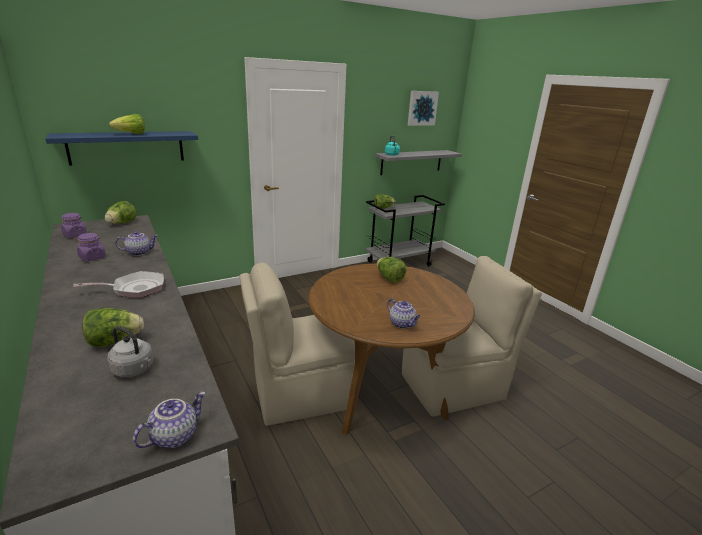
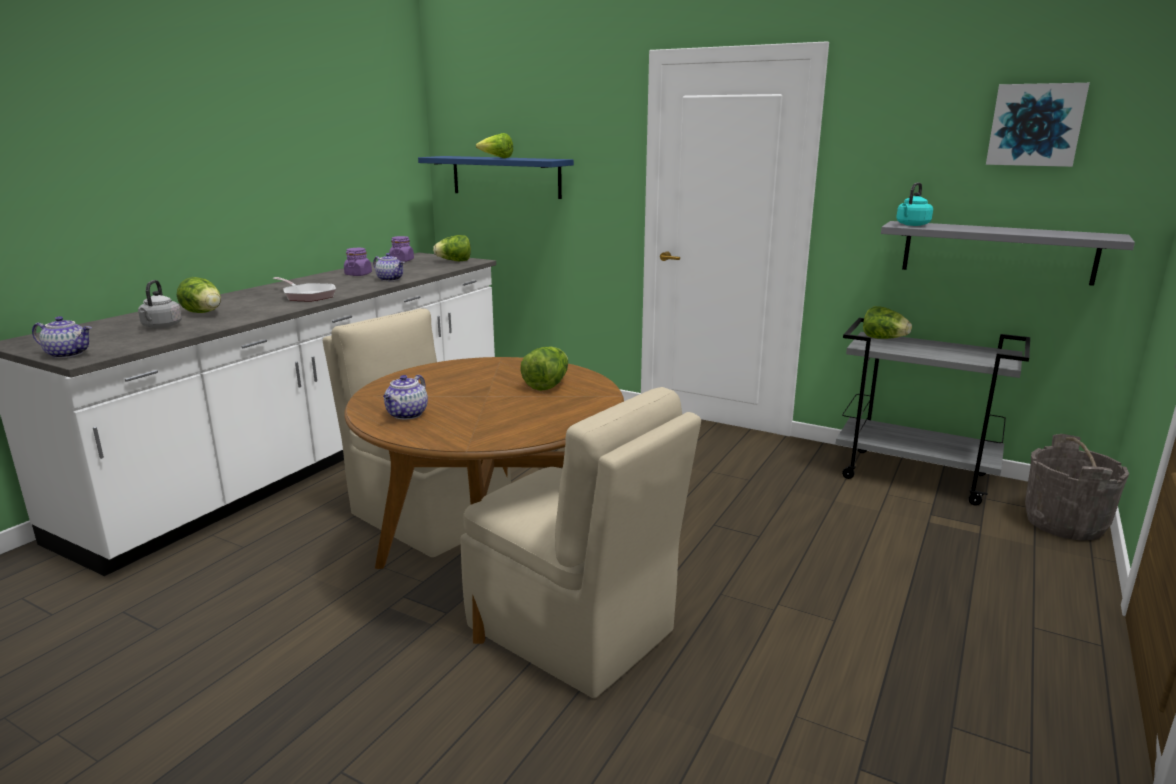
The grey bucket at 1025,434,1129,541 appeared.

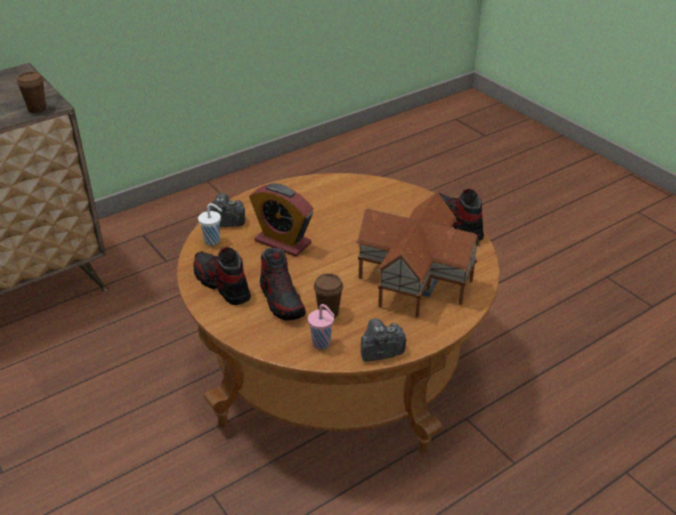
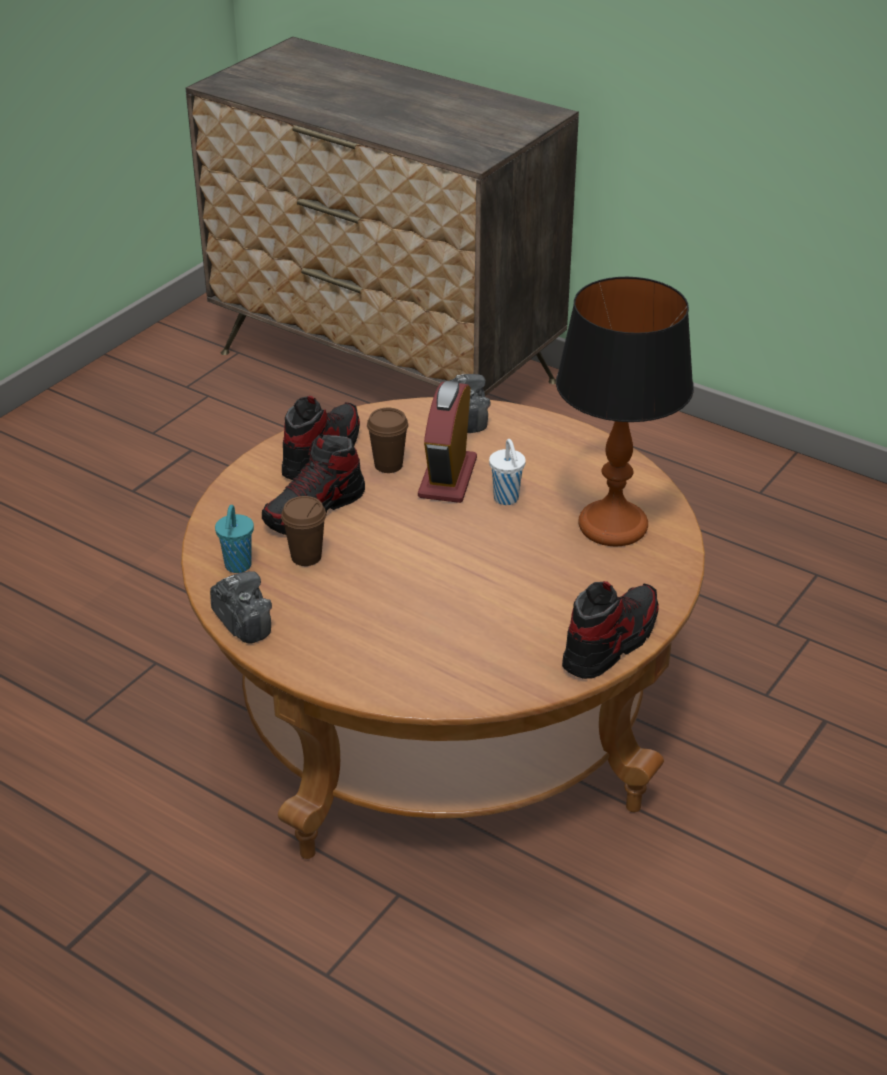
The brown cup moved from 17,71,46,113 to 367,408,408,473. The white cup moved from 198,203,222,246 to 489,439,526,505. The pink cup at 308,304,335,349 became the turquoise cup at 215,505,254,573. The toy house at 356,192,481,318 disappeared. The table lamp at 556,277,694,547 appeared.

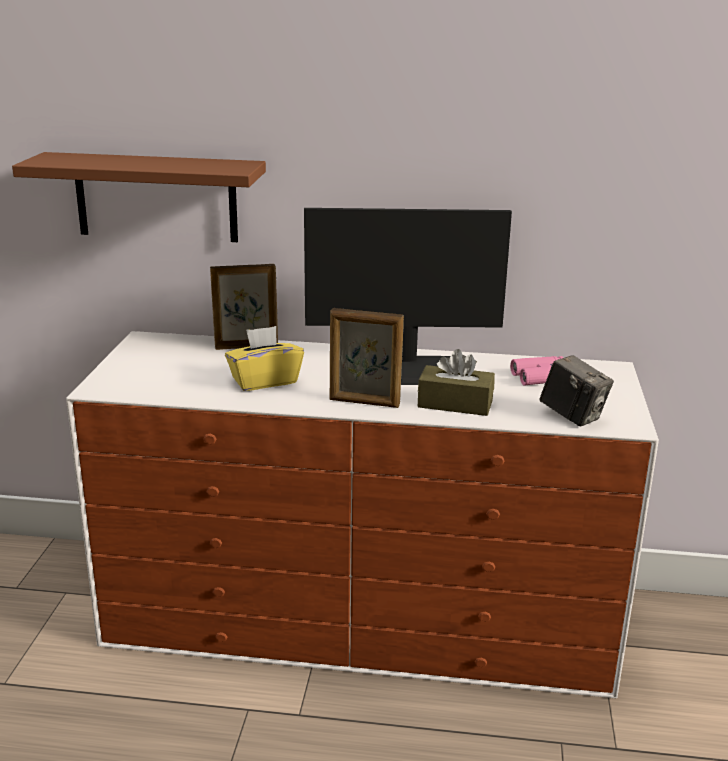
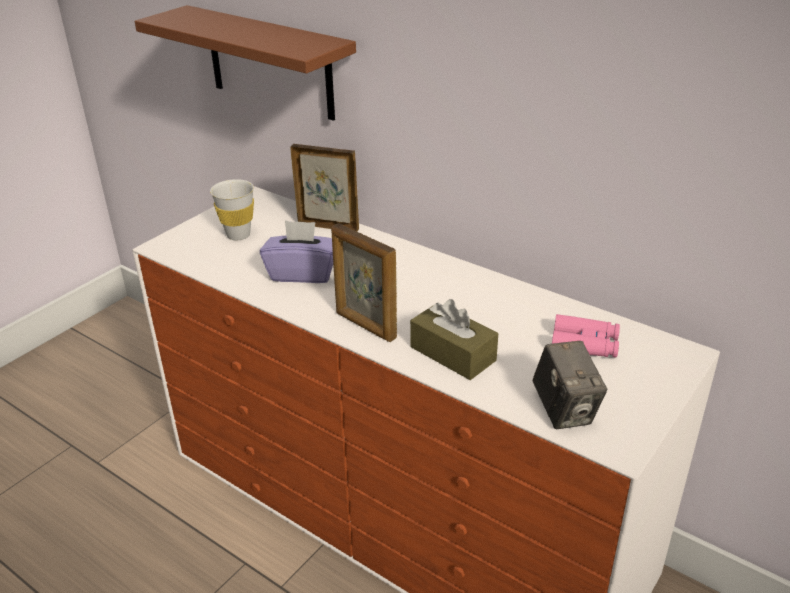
The yellow tissue box at 225,326,304,391 became the purple tissue box at 260,220,333,283. The monitor at 304,208,512,385 disappeared. The white cup at 210,179,254,240 appeared.

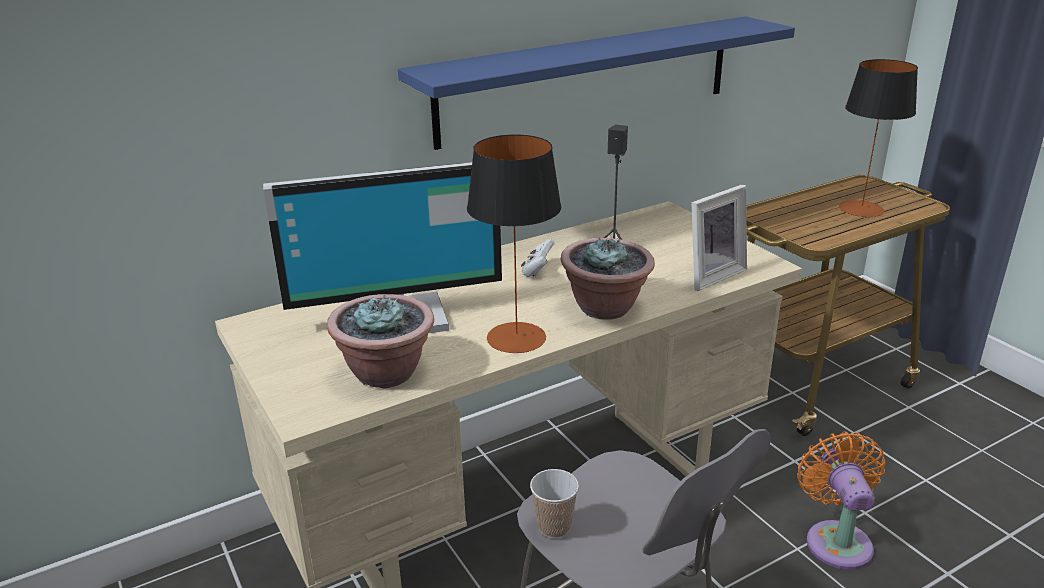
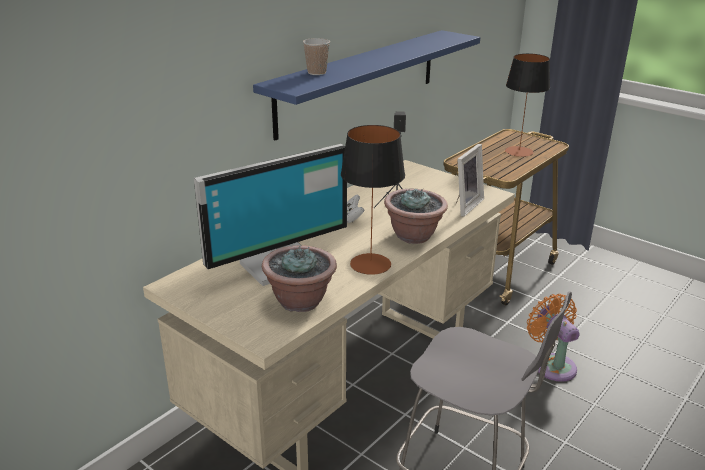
The cup moved from 530,469,579,538 to 303,38,330,75.

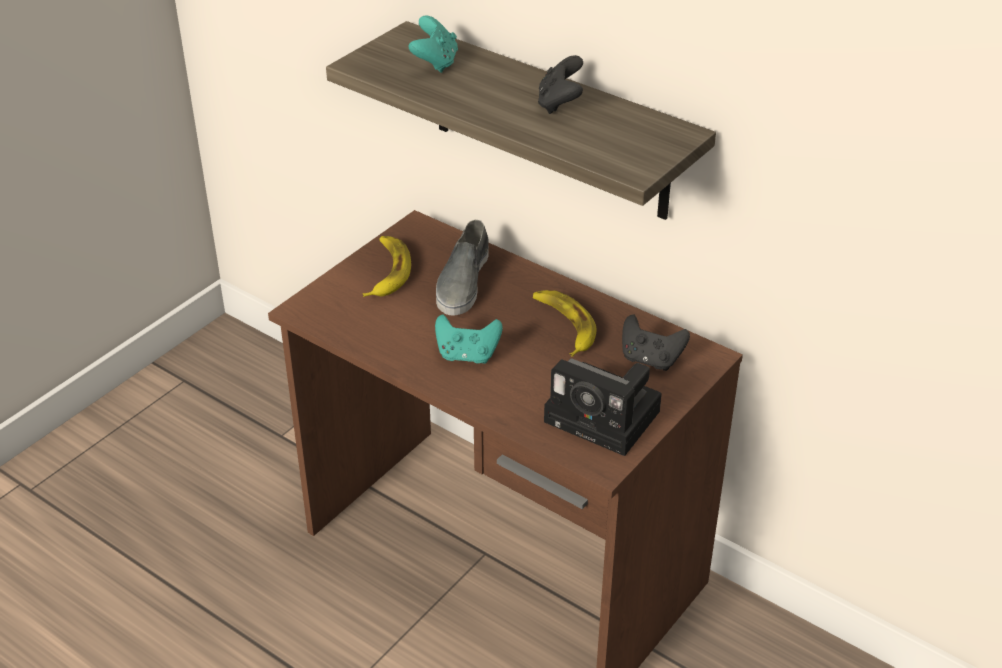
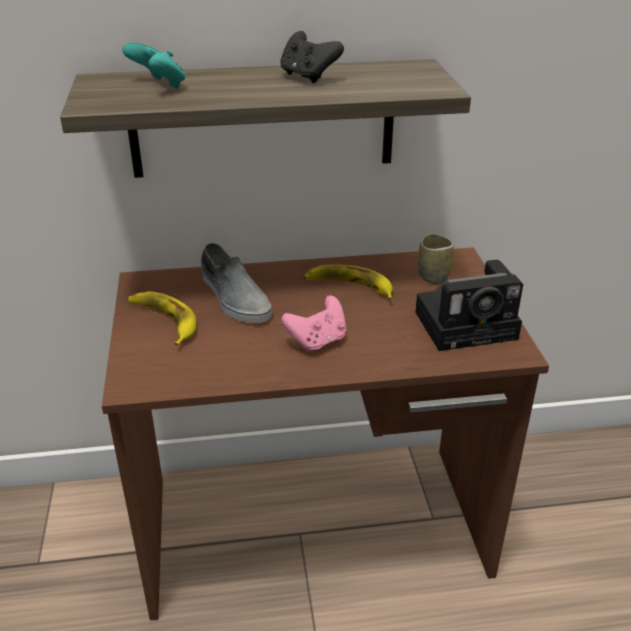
The turquoise game controller at 435,314,503,364 became the pink game controller at 282,296,346,353. The black game controller at 622,314,690,371 was replaced by the cup at 418,233,454,285.

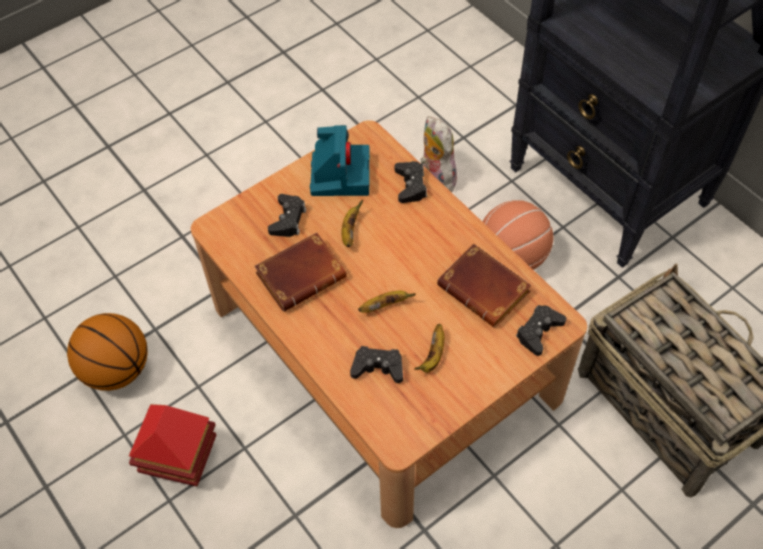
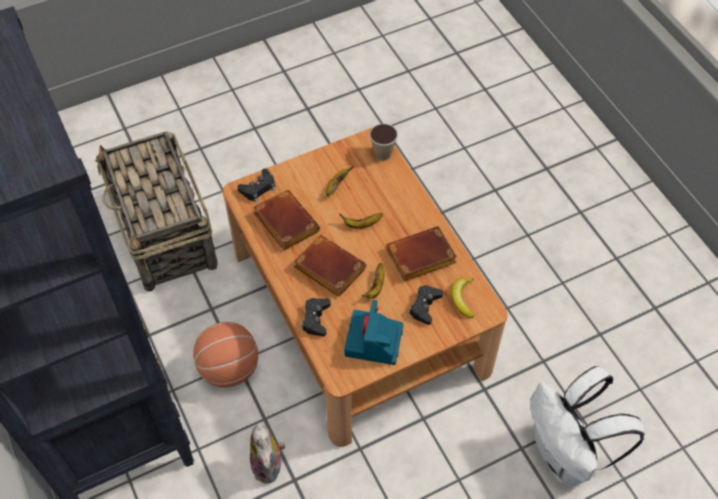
The basketball at 67,313,148,391 disappeared. The toy house at 129,404,216,486 disappeared. The black game controller at 350,346,403,383 disappeared. The brown book at 294,235,366,297 appeared. The cup at 369,124,398,160 appeared. The banana at 451,278,474,318 appeared. The white backpack at 530,366,645,485 appeared.

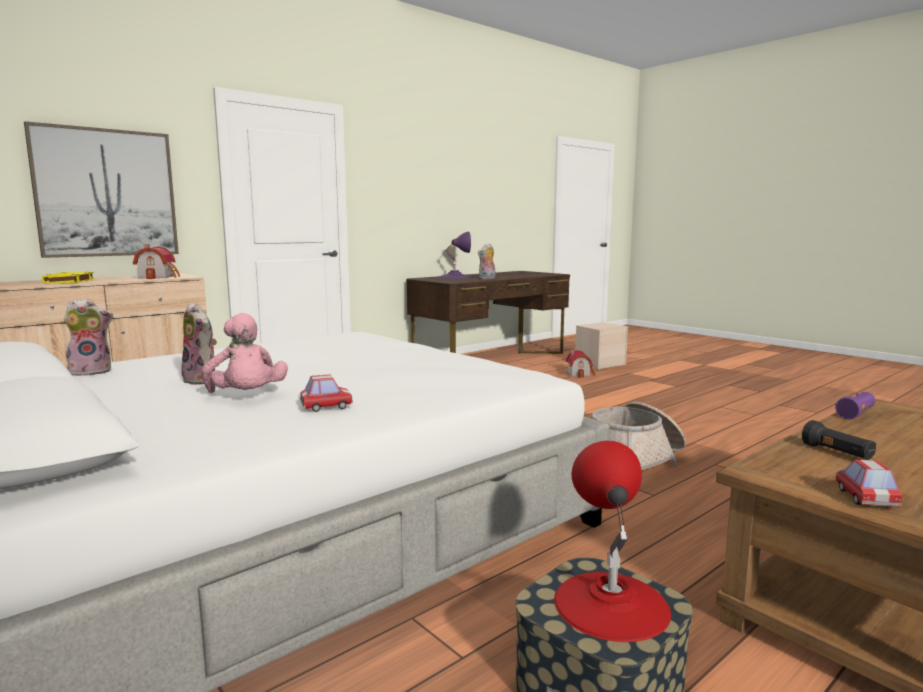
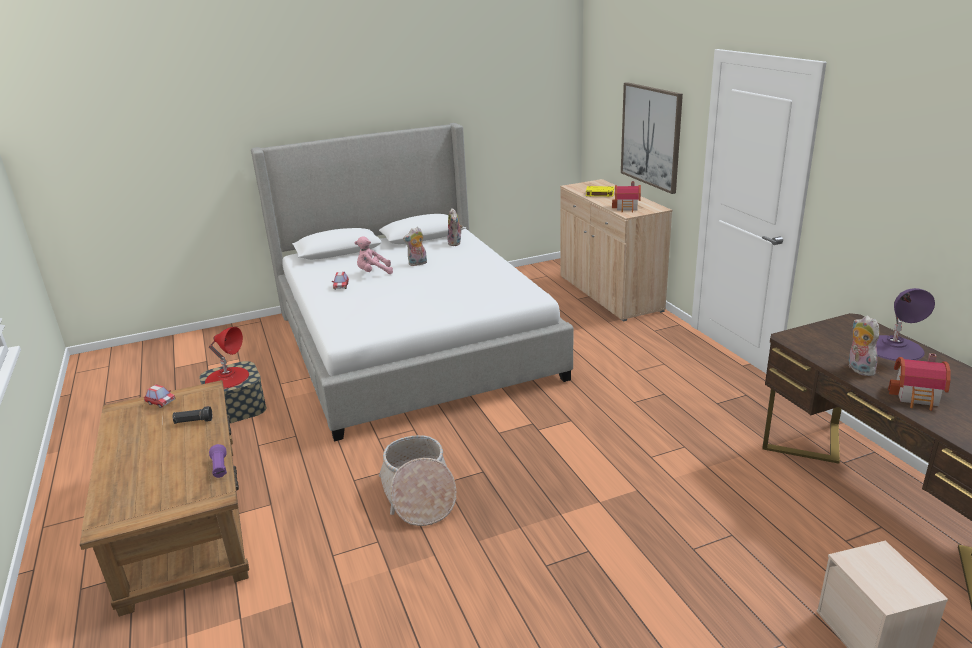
The toy house moved from 566,349,595,378 to 888,353,951,411.

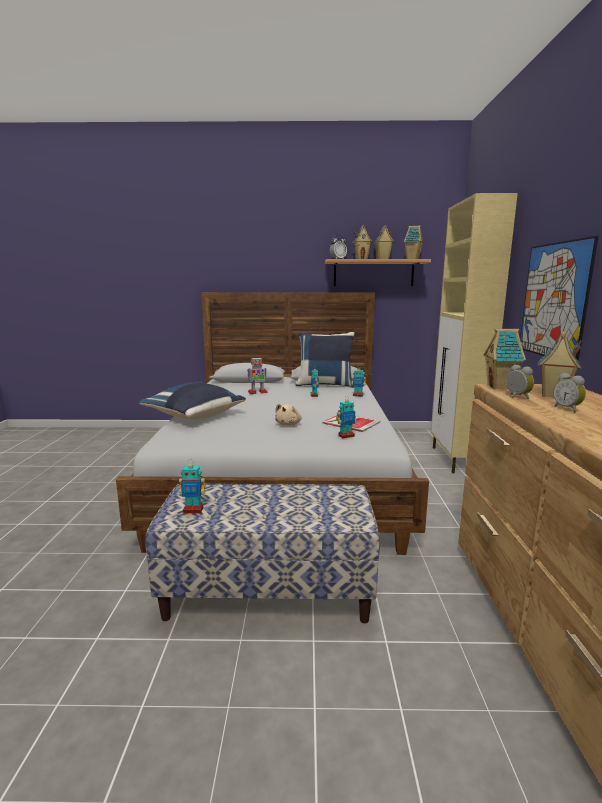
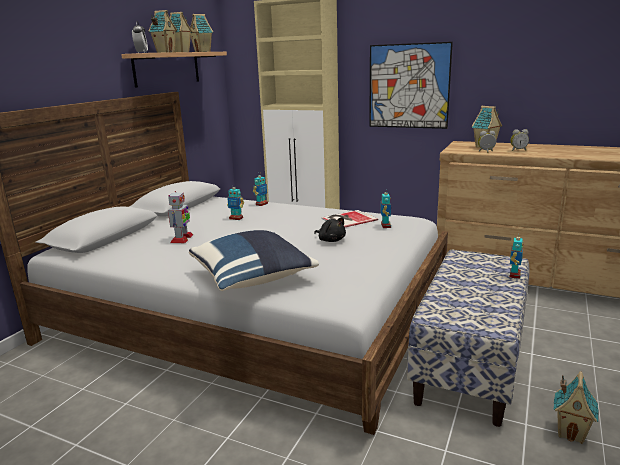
The toy robot moved from 179,459,206,513 to 510,235,524,279. The beige plush toy at 275,404,302,426 became the black plush toy at 314,217,346,242. The blue pillow at 295,332,355,388 disappeared. The toy house moved from 483,329,526,389 to 553,372,598,444.

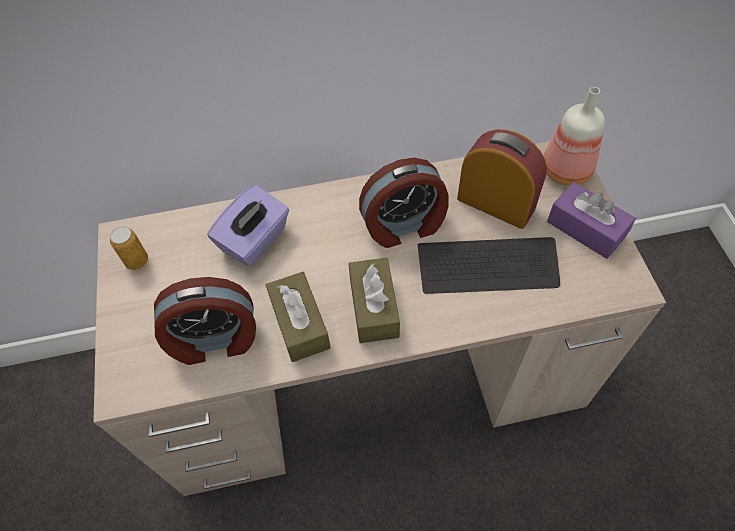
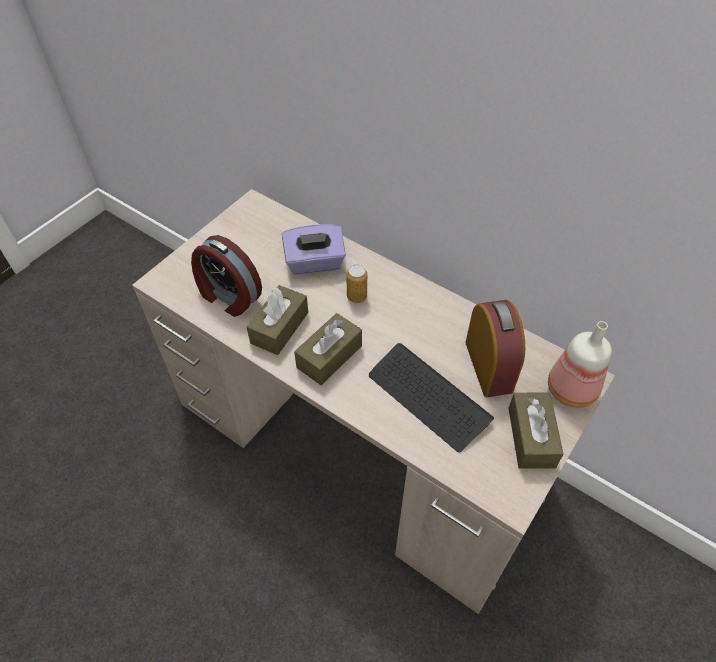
The can moved from 110,227,148,270 to 346,265,367,303. The alarm clock at 359,158,449,248 disappeared. The purple tissue box at 547,182,636,259 became the brown tissue box at 509,393,563,469.

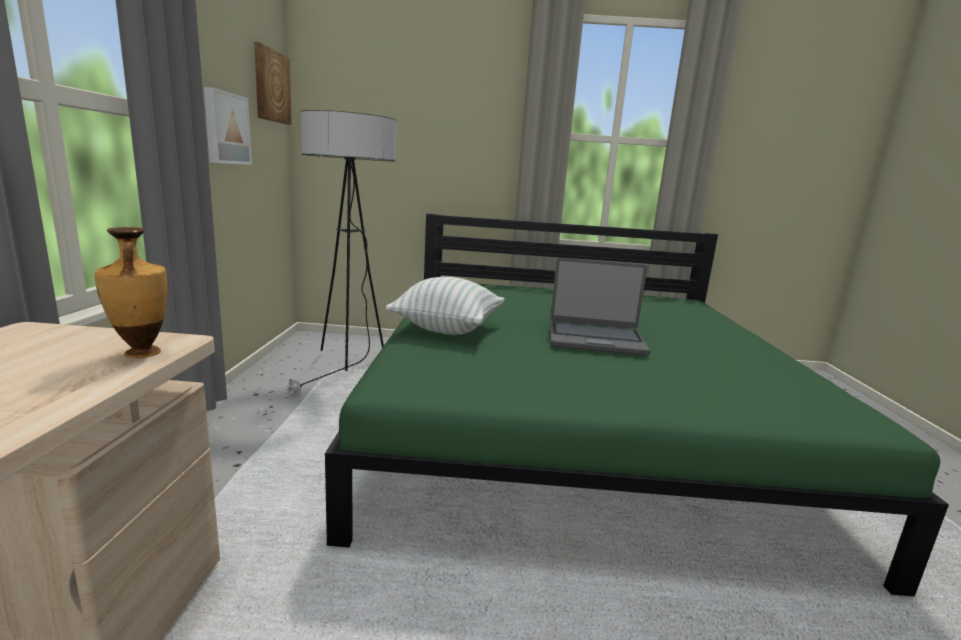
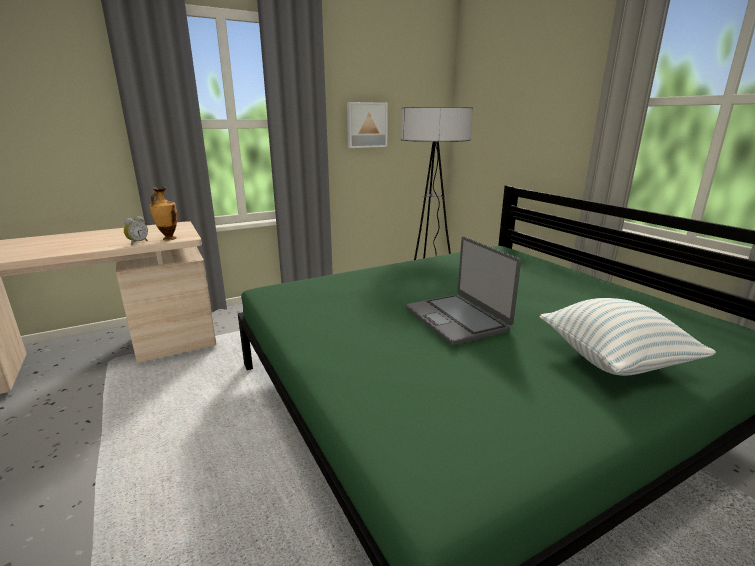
The picture at 254,42,292,125 disappeared. The pillow moved from 386,277,504,335 to 540,298,716,376. The alarm clock at 124,216,148,245 appeared.

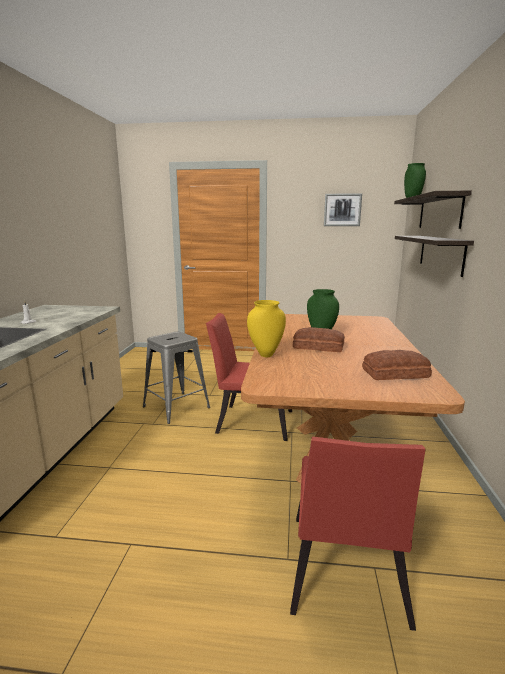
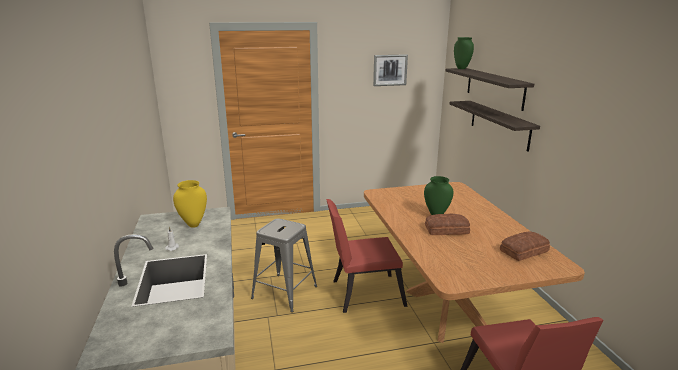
The yellow vase moved from 247,300,286,357 to 173,180,207,228.

